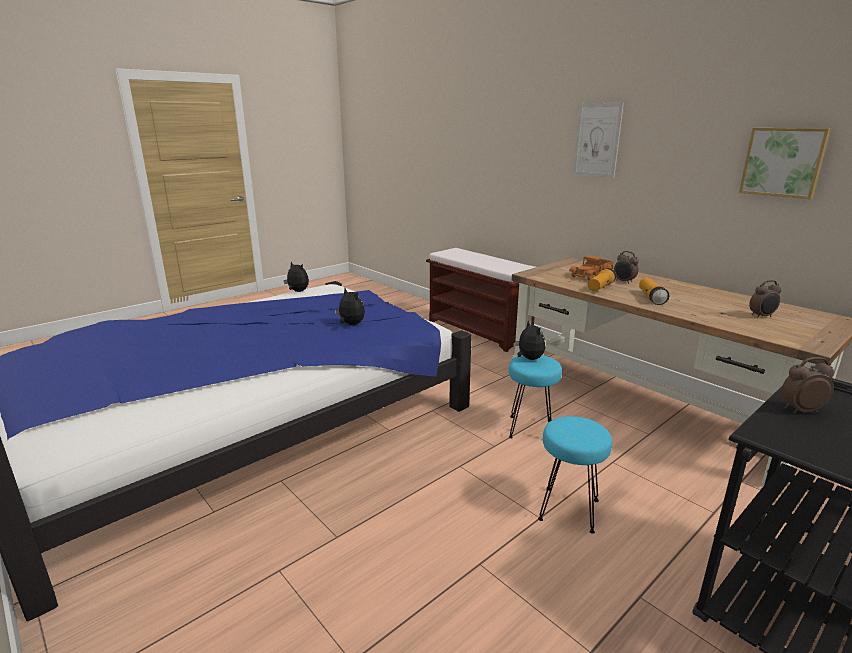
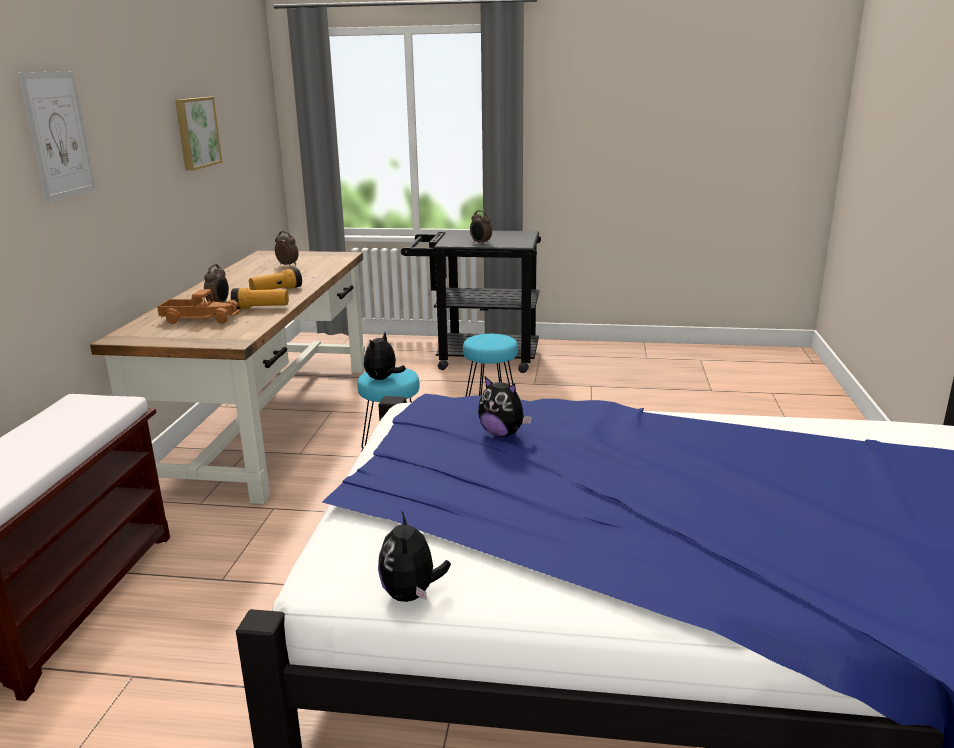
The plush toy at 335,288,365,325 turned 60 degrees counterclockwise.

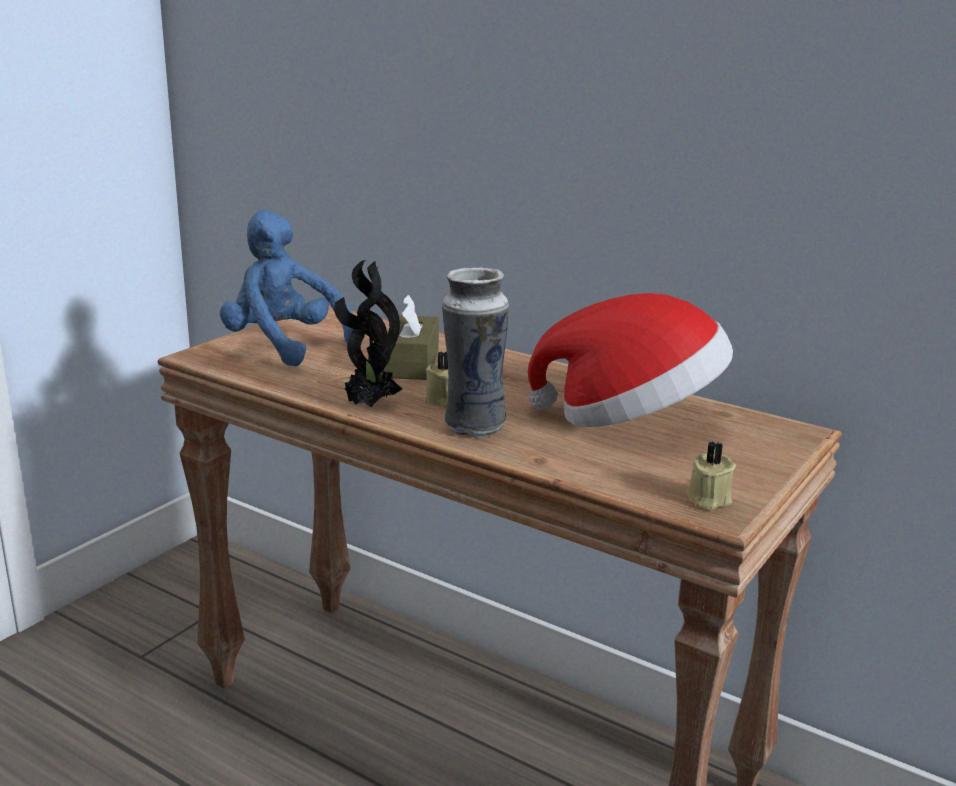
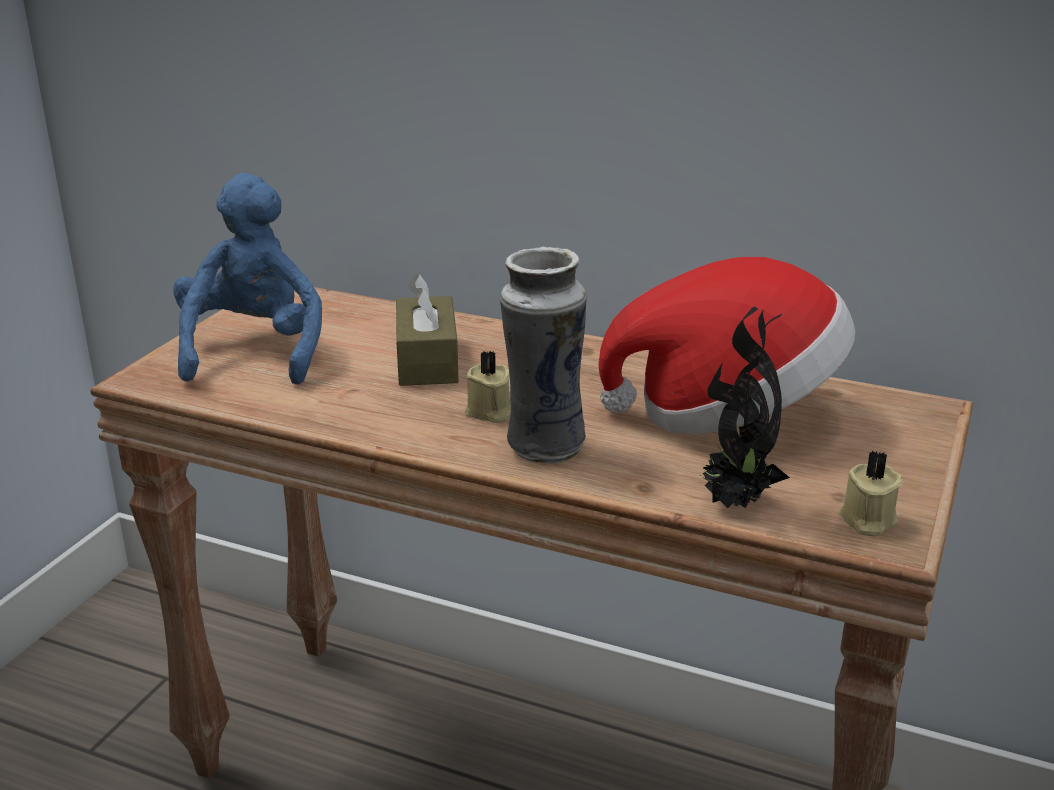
The blue plush toy at 220,210,355,367 turned 60 degrees clockwise. The potted plant moved from 335,260,402,408 to 700,306,790,508.

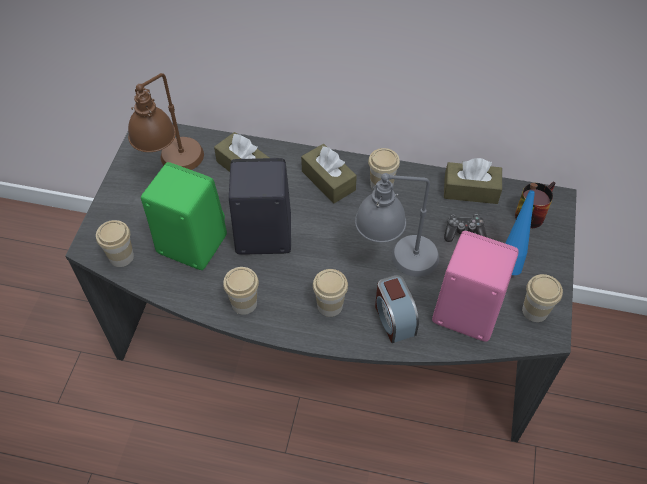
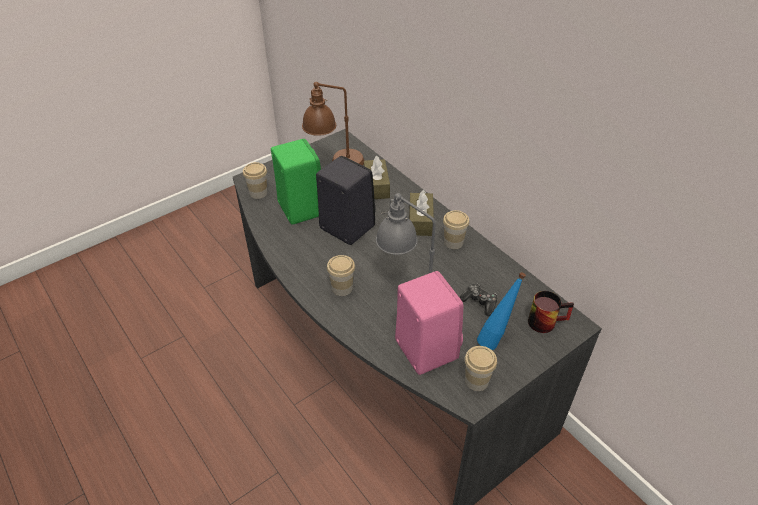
The cup at 223,267,259,315 disappeared. The alarm clock at 375,275,419,343 disappeared. The brown tissue box at 444,158,502,204 disappeared.

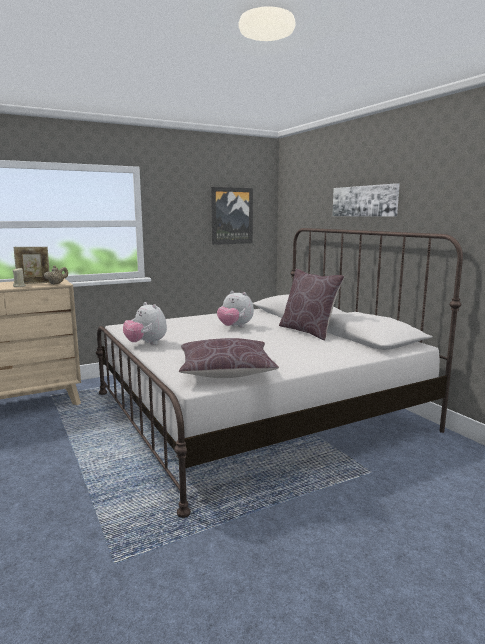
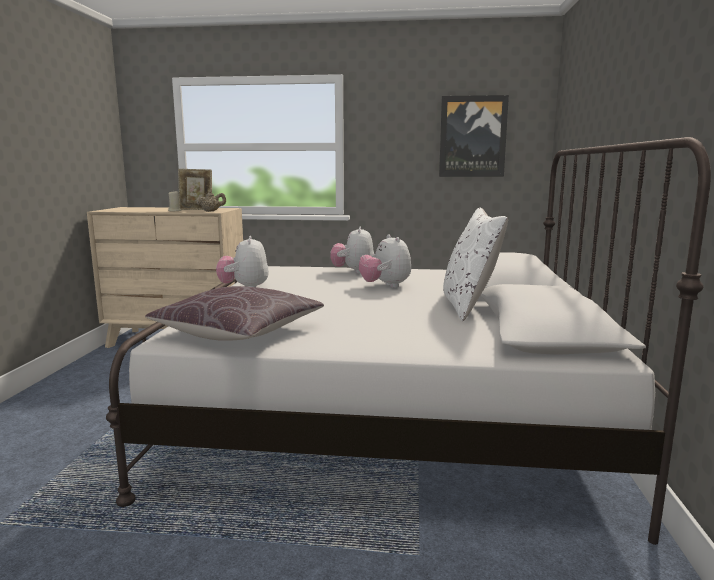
The brown pillow at 279,269,345,340 became the white pillow at 443,208,508,321. The picture at 332,183,400,217 disappeared. The plush toy at 330,226,374,274 appeared.

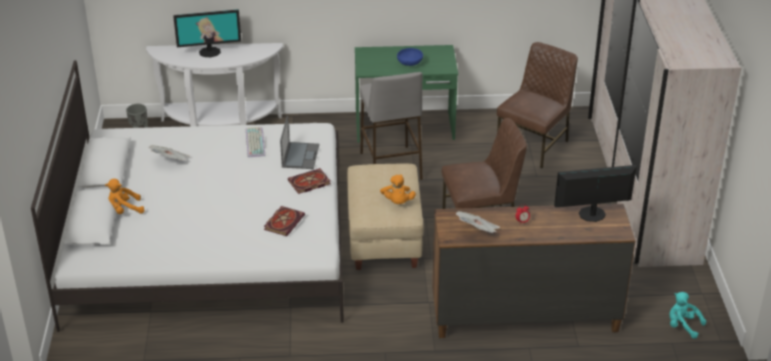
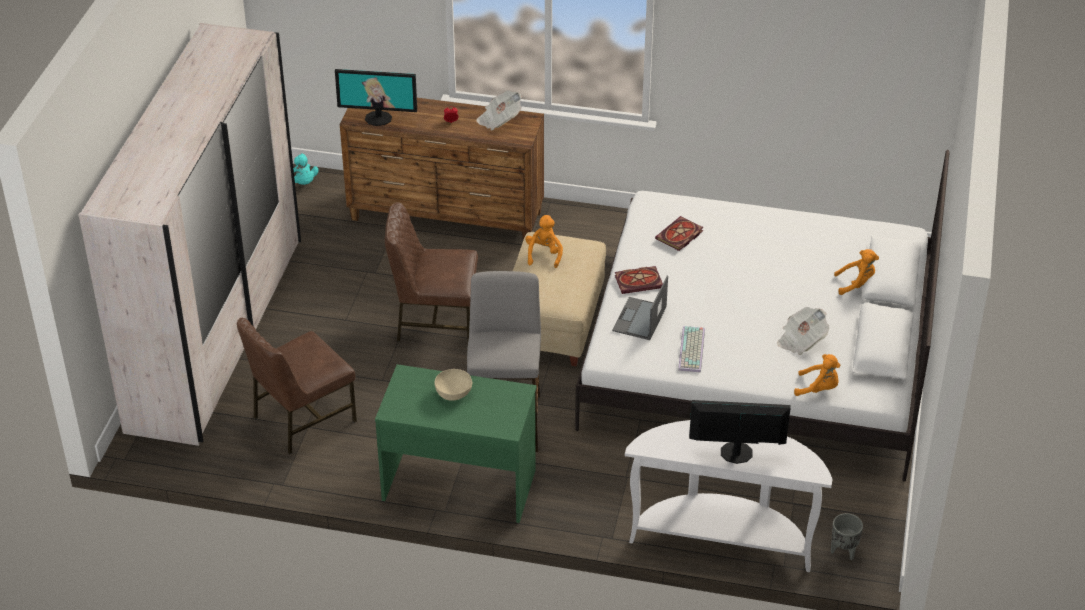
The blue bowl at 397,48,423,66 became the beige bowl at 434,369,472,401. The orange plush toy at 794,354,840,396 appeared.

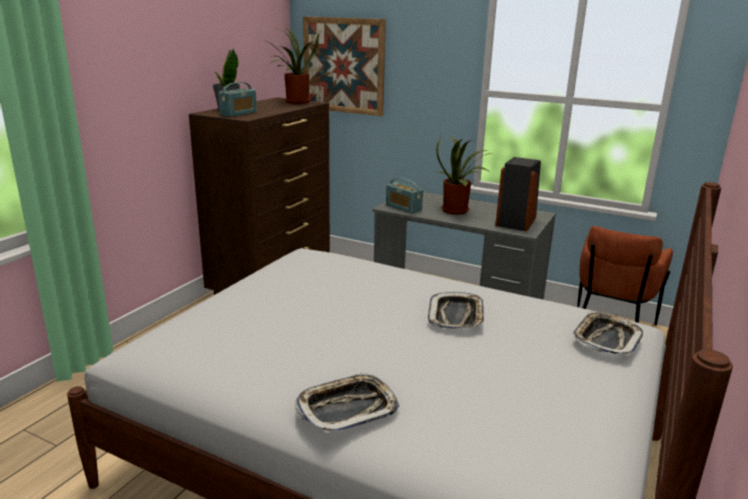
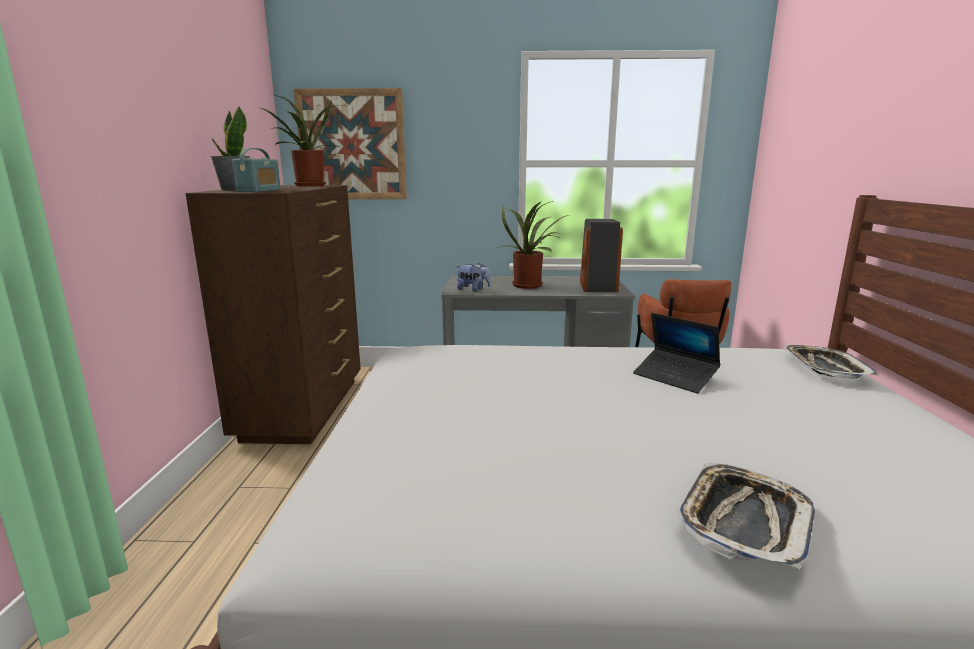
The radio at 386,178,423,214 was replaced by the plush toy at 456,263,491,292. The tray at 428,292,484,330 was replaced by the laptop at 633,313,721,393.

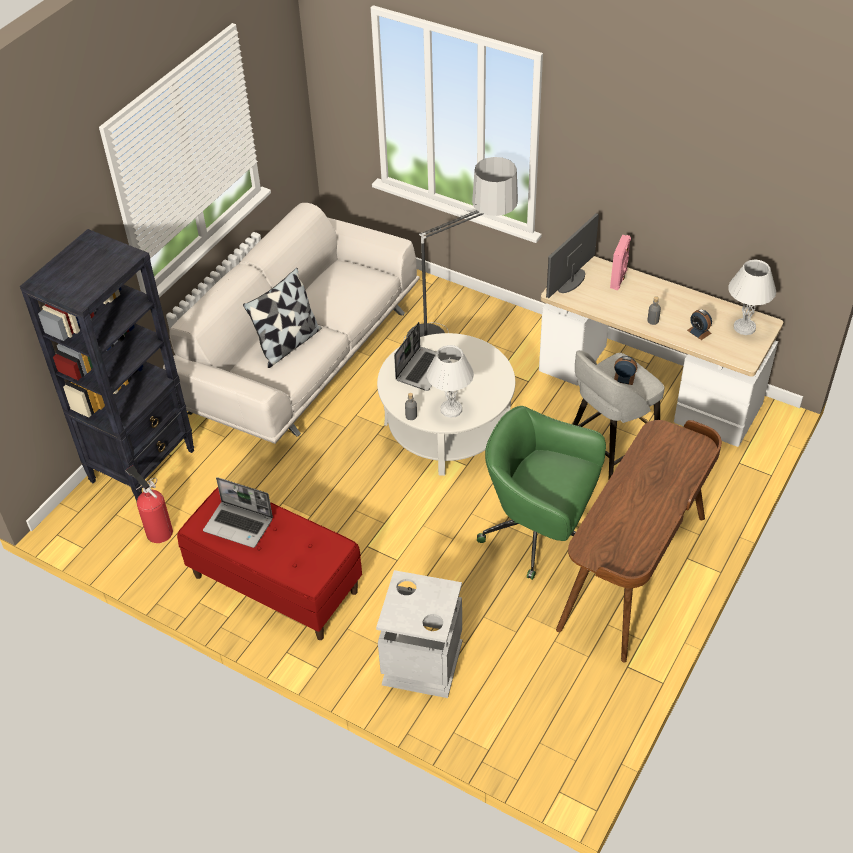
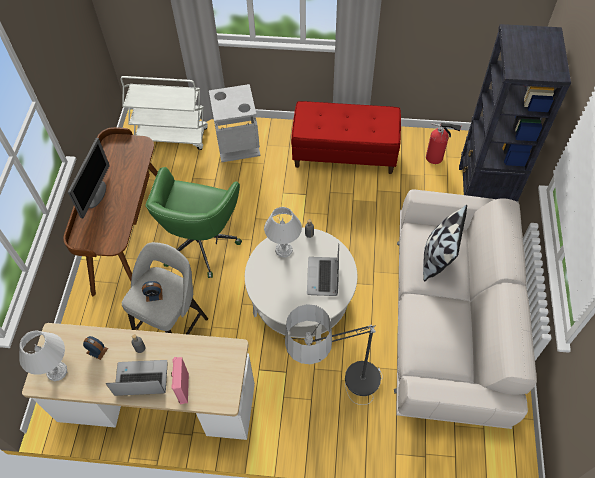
The laptop moved from 203,477,273,548 to 106,360,168,396. The green office chair at 477,406,606,580 turned 105 degrees clockwise. The monitor moved from 546,213,599,298 to 68,138,110,218. The white cart at 121,76,208,150 appeared.

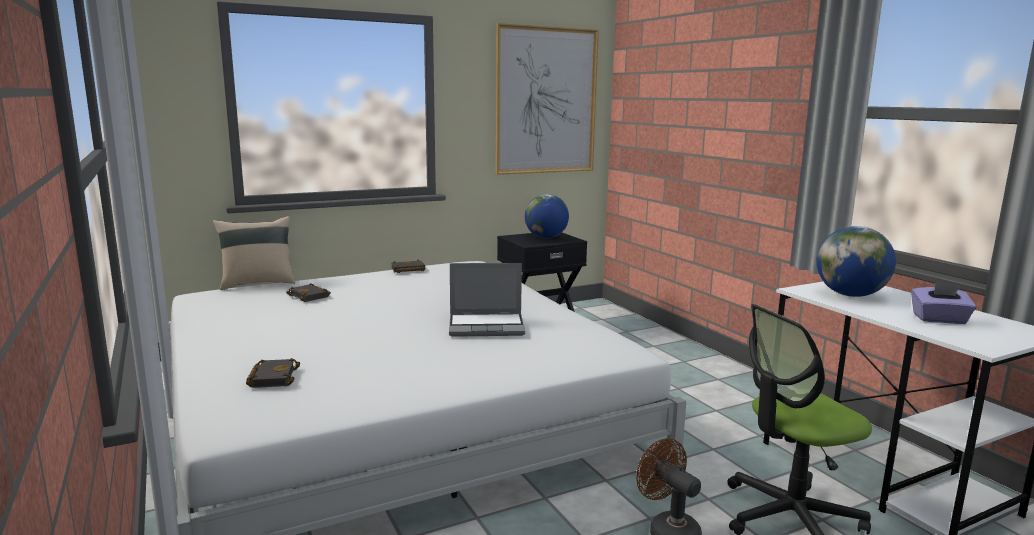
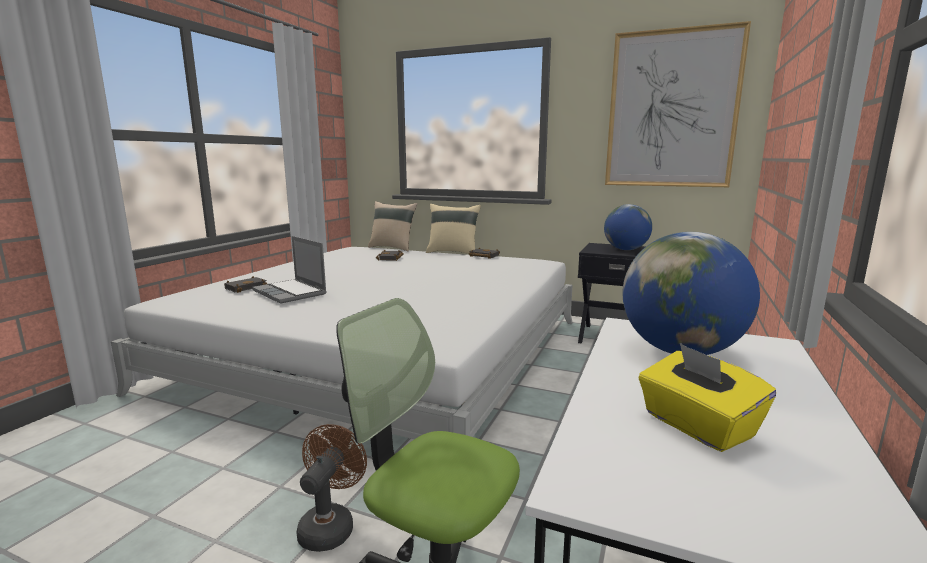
The laptop moved from 449,263,525,337 to 252,236,327,304. The purple tissue box at 911,283,977,324 became the yellow tissue box at 638,343,776,452. The beige pillow at 426,204,481,254 appeared.

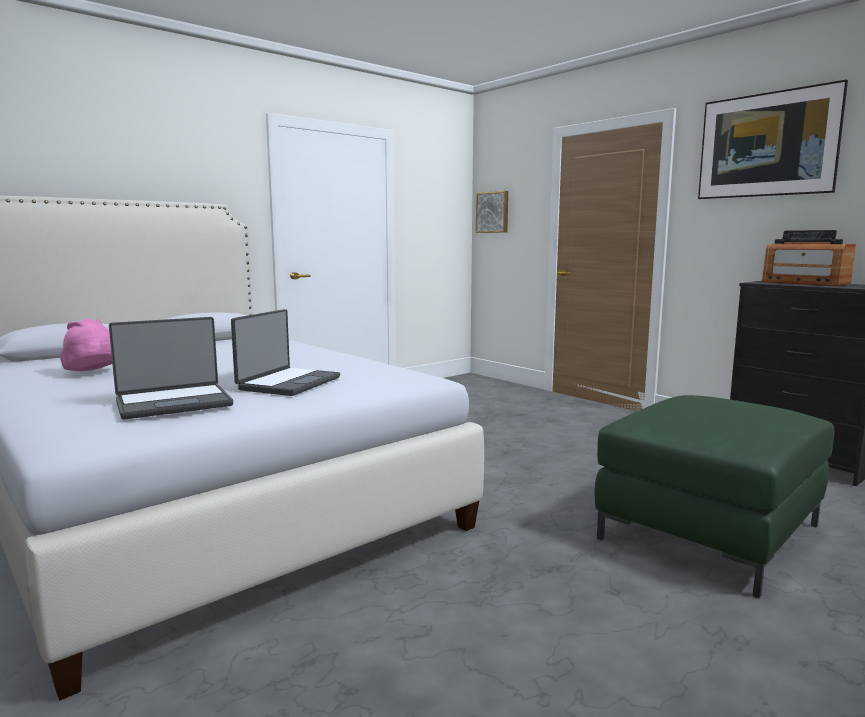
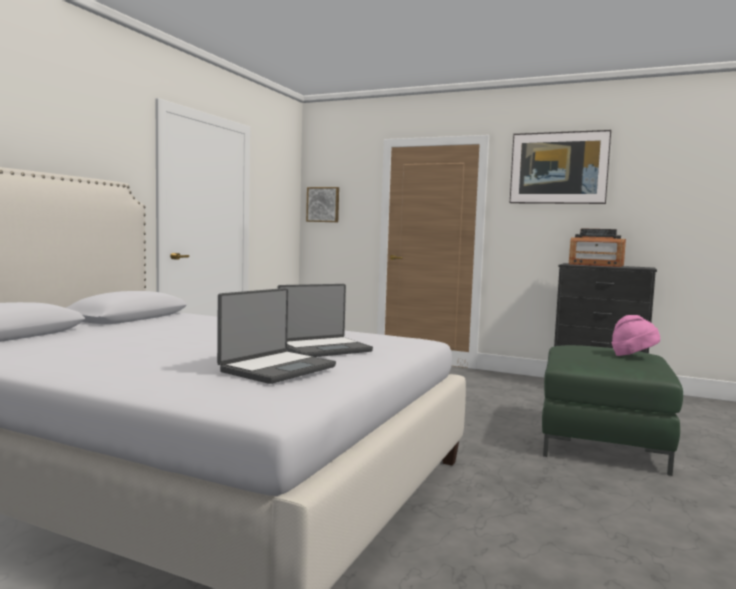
The pink hat moved from 60,319,112,371 to 612,315,660,356. The laptop at 231,309,340,396 turned 60 degrees clockwise.

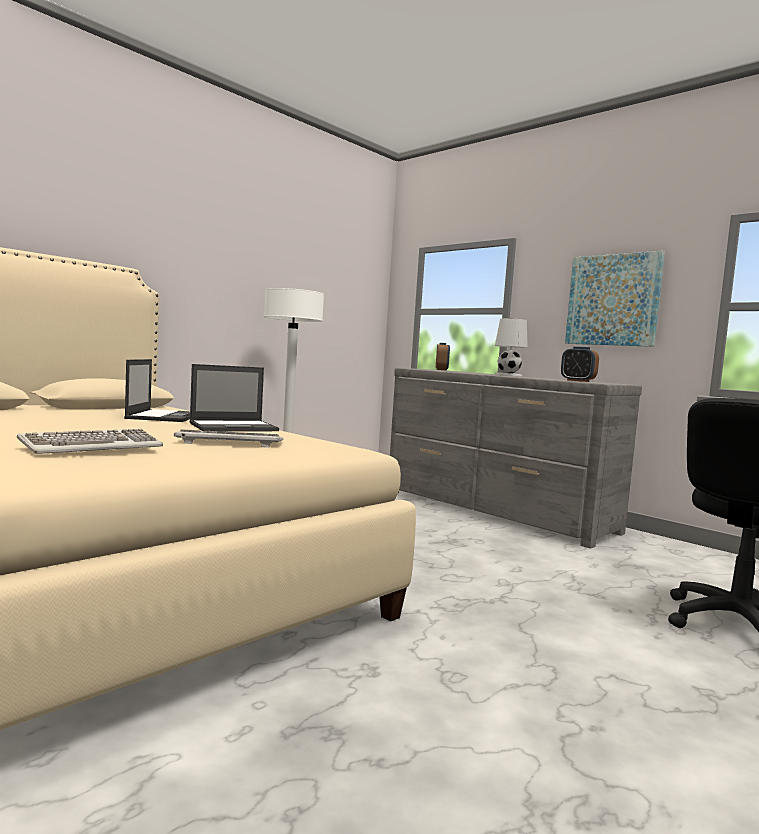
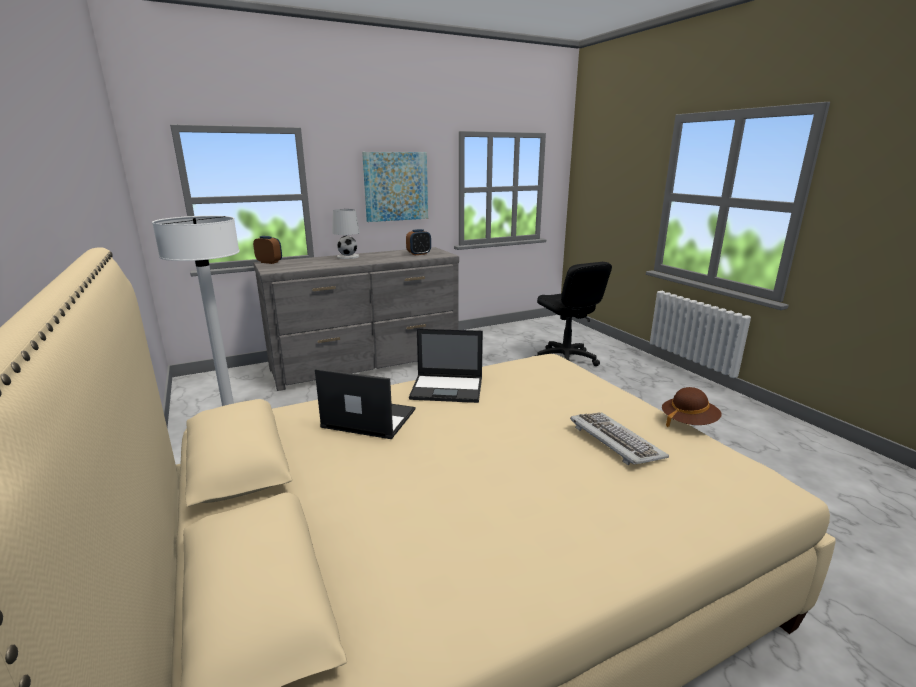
The keyboard at 174,429,283,448 disappeared. The laptop at 190,364,279,432 turned 105 degrees clockwise. The brown hat at 662,387,722,427 appeared.

